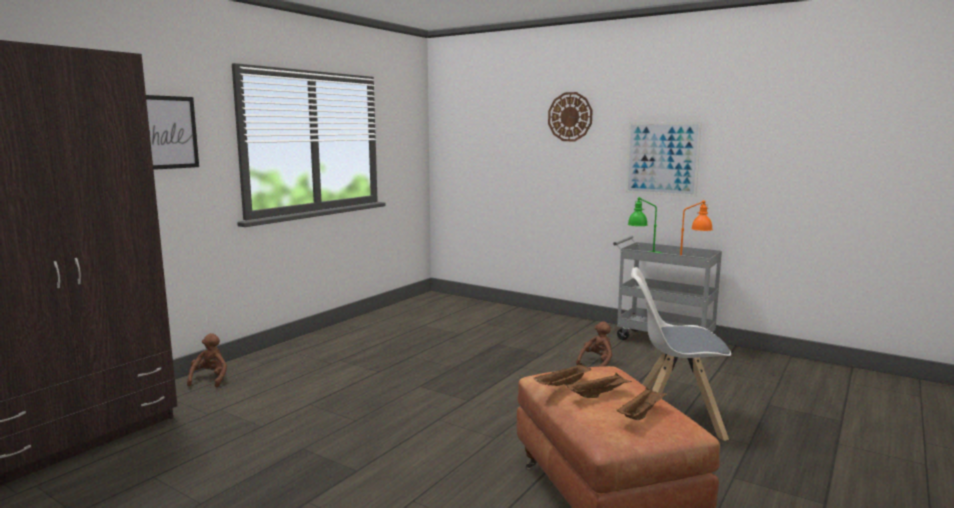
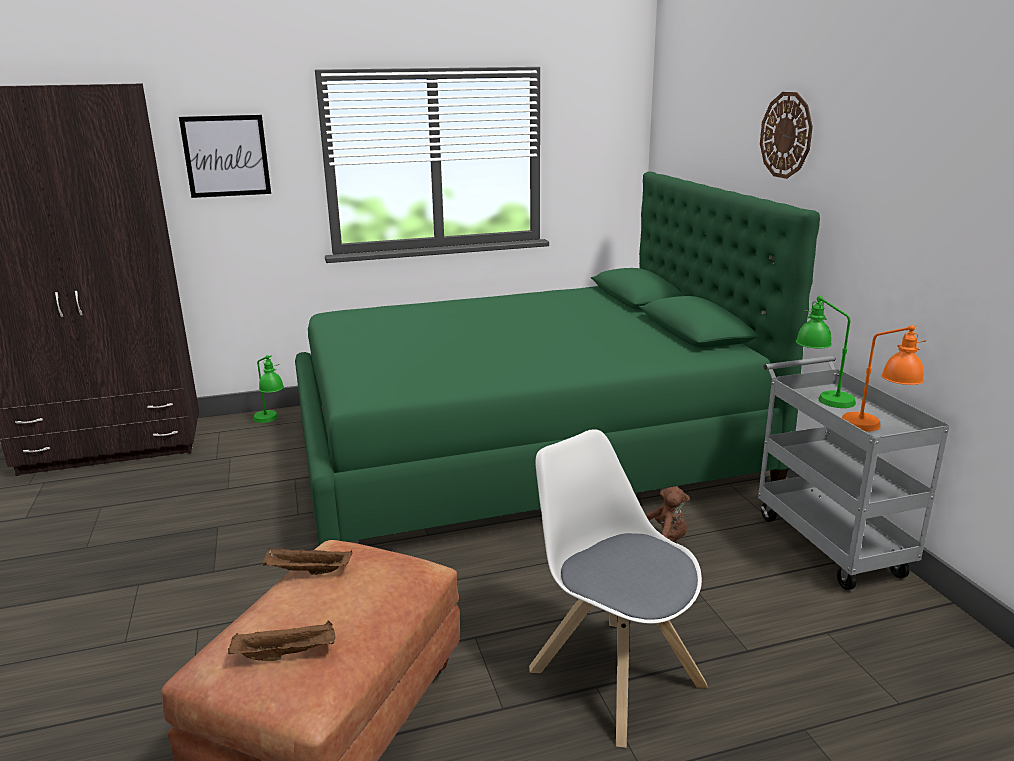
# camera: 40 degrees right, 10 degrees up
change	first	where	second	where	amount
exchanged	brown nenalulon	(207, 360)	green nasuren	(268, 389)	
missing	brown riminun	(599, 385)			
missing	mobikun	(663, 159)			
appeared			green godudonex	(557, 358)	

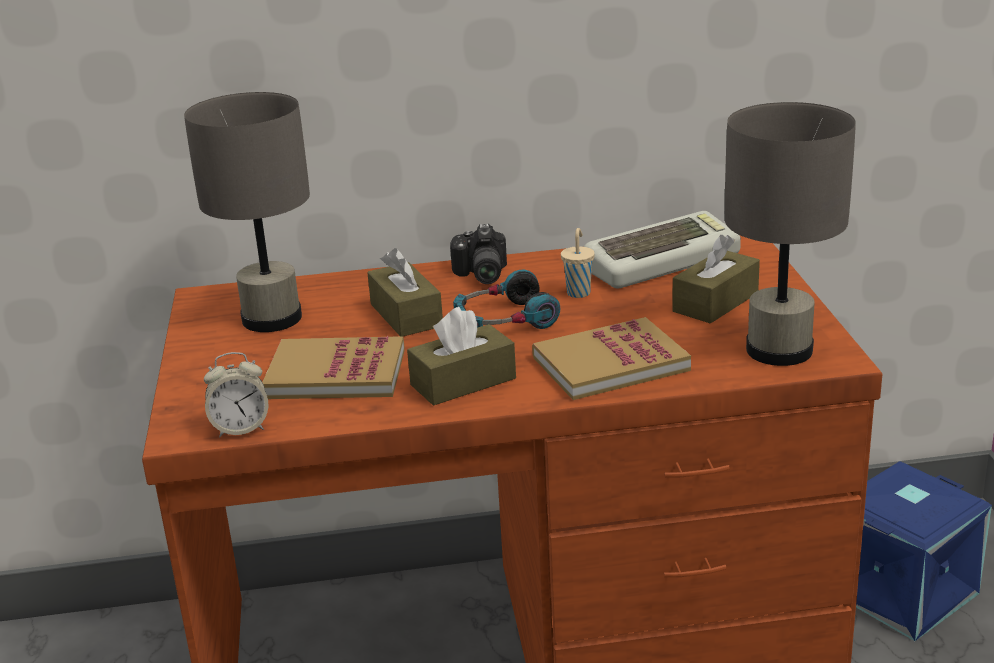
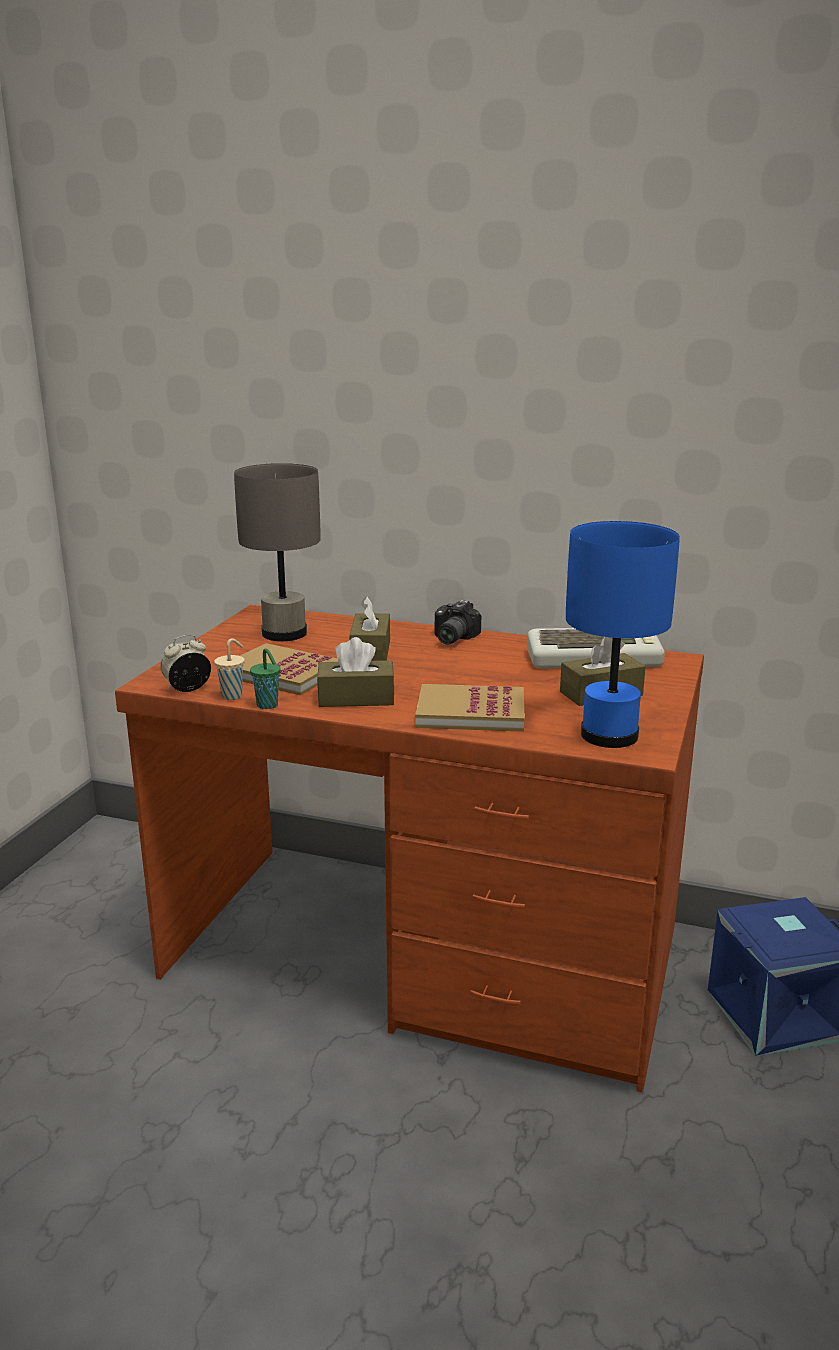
# camera: 25 degrees right, 5 degrees down
change	first	where	second	where	amount
spun	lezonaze	(236, 394)		(185, 663)	135 degrees clockwise
missing	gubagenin	(506, 299)			
relocated	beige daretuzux	(578, 263)		(229, 669)	
colour	grey nasuren	(790, 234)	blue nasuren	(623, 634)	
appeared			green daretuzux	(265, 678)	

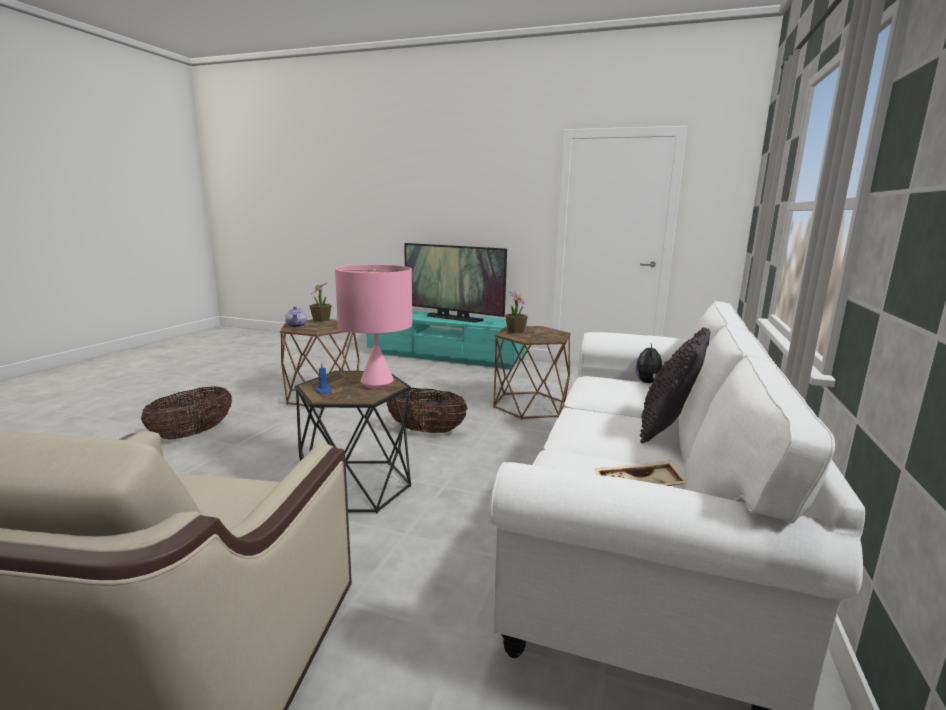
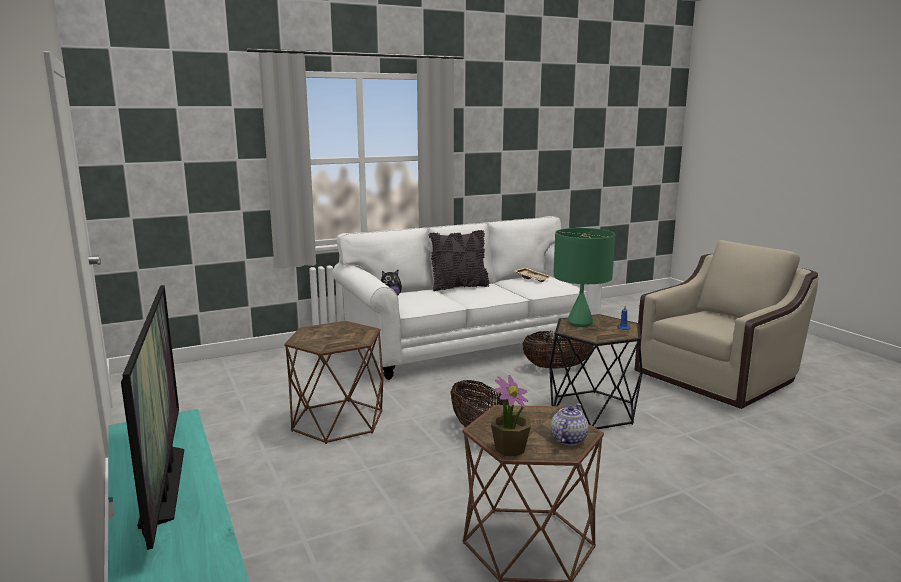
# camera: 135 degrees left, 0 degrees up
change	first	where	second	where	amount
relocated	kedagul	(186, 413)		(558, 350)	
colour	pink nasuren	(373, 327)	green nasuren	(584, 277)	
missing	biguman	(516, 312)			

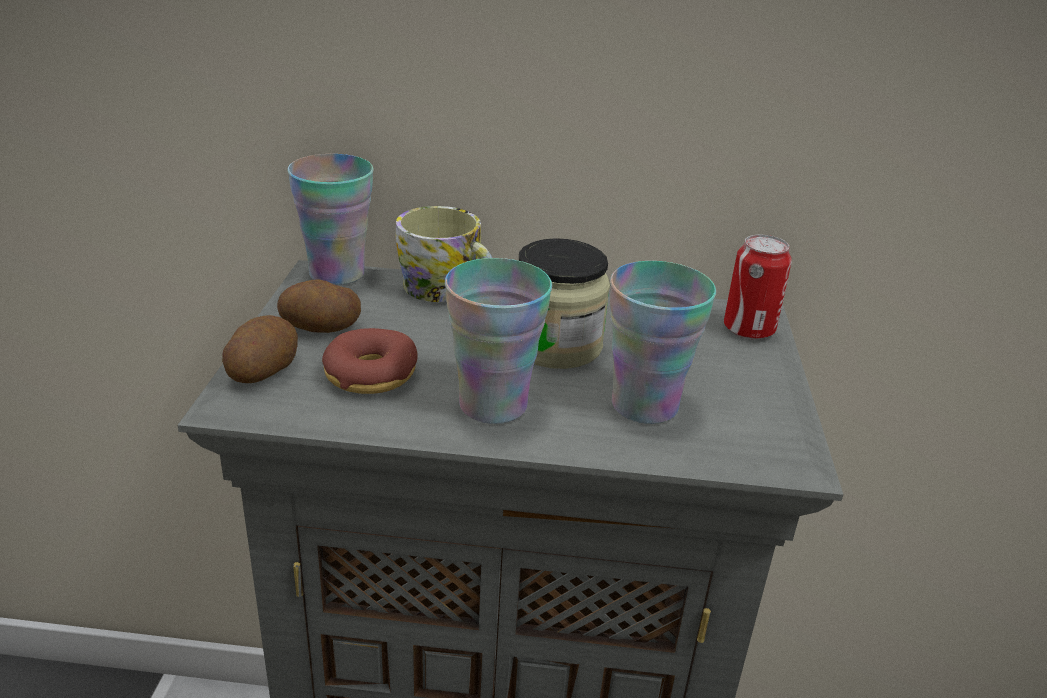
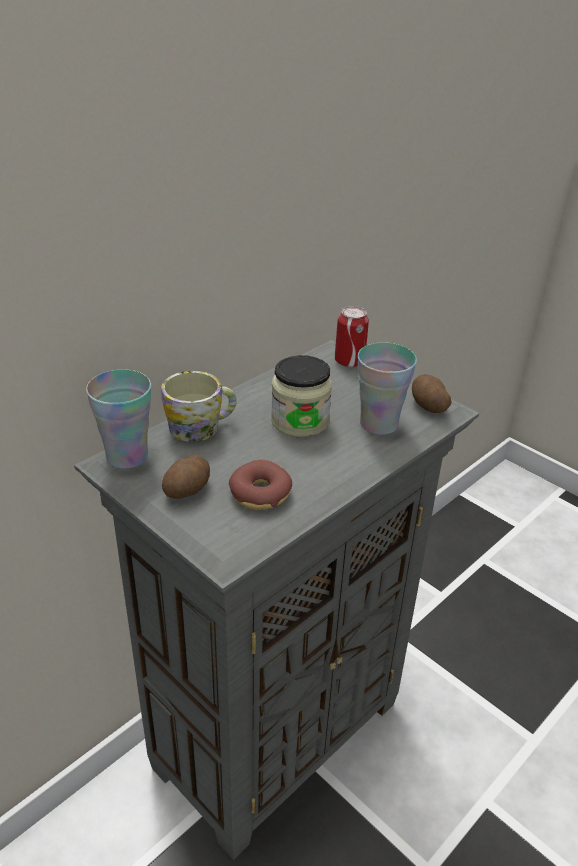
# camera: 50 degrees left, 5 degrees up
change	first	where	second	where	amount
relocated	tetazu	(260, 349)		(432, 393)	
missing	daretuzux	(498, 341)			

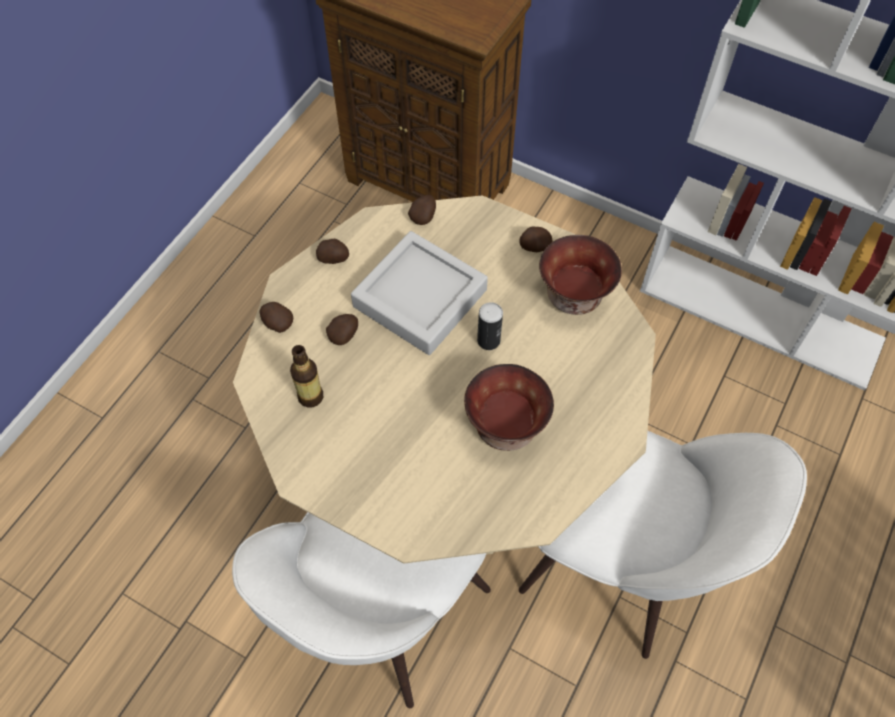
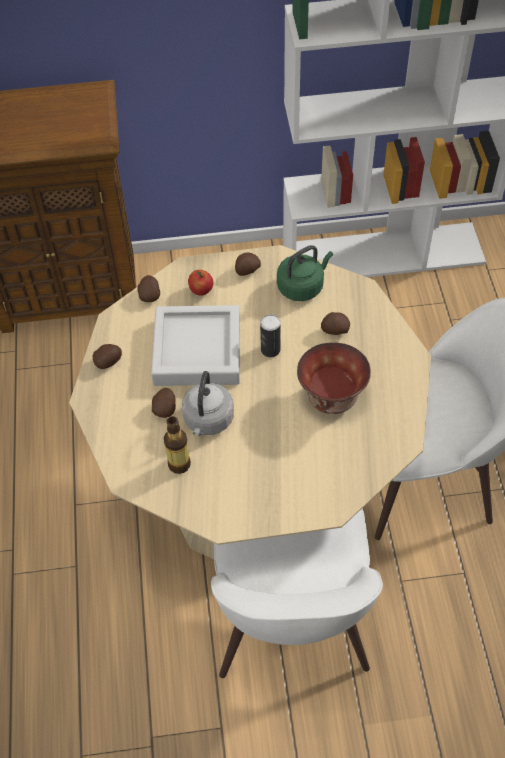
# camera: 35 degrees left, 5 degrees down
change	first	where	second	where	amount
relocated	tetazu	(276, 317)		(335, 323)	
exchanged	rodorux	(580, 275)	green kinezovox	(305, 273)	
appeared			grey kinezovox	(208, 403)	
appeared			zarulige	(200, 283)	

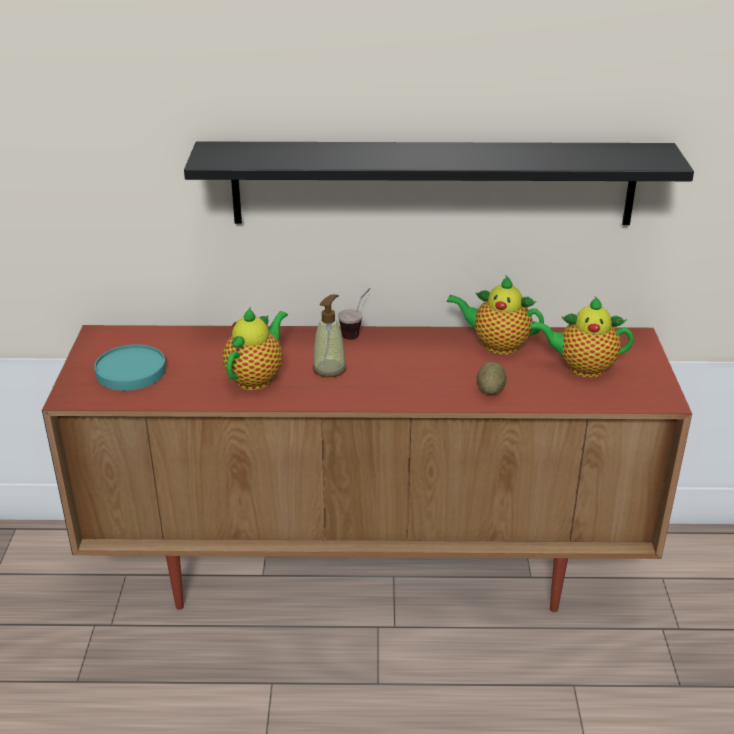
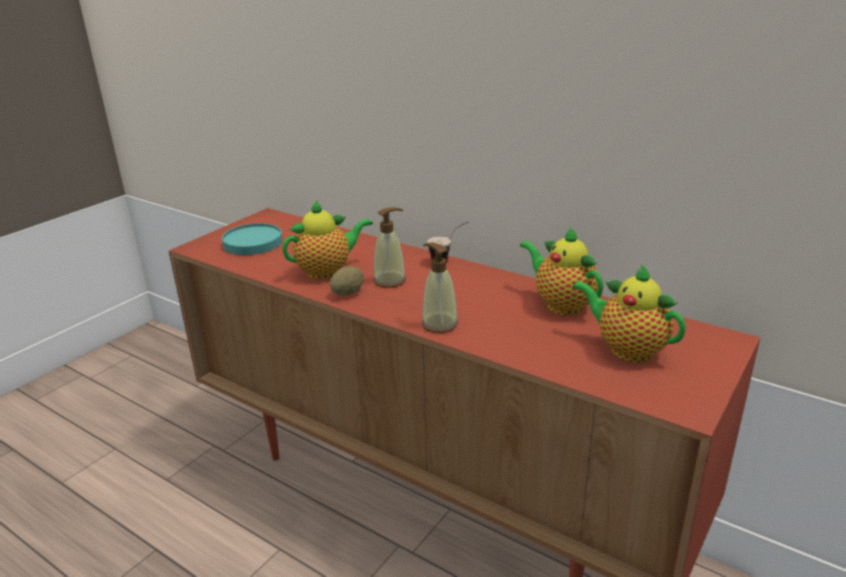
# camera: 35 degrees right, 5 degrees down
change	first	where	second	where	amount
missing	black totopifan	(439, 183)			
relocated	tetazu	(492, 378)		(347, 280)	
appeared			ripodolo	(440, 287)	

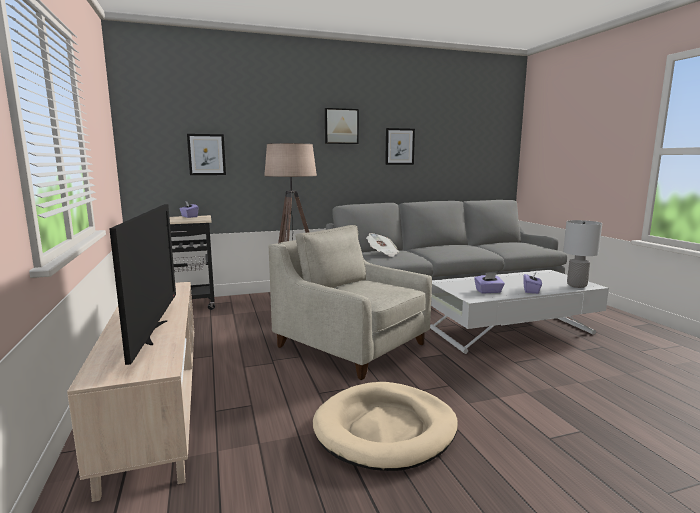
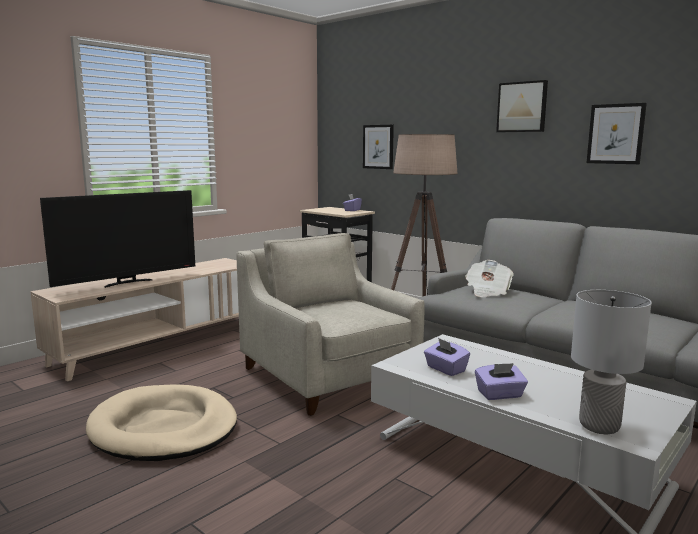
# camera: 60 degrees right, 0 degrees up
change	first	where	second	where	amount
spun	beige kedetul	(350, 302)		(331, 324)	45 degrees counterclockwise

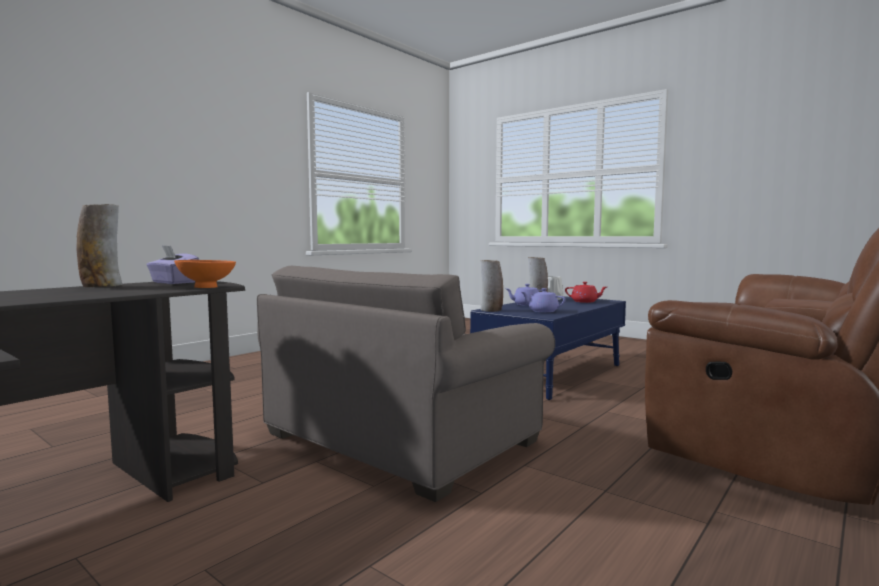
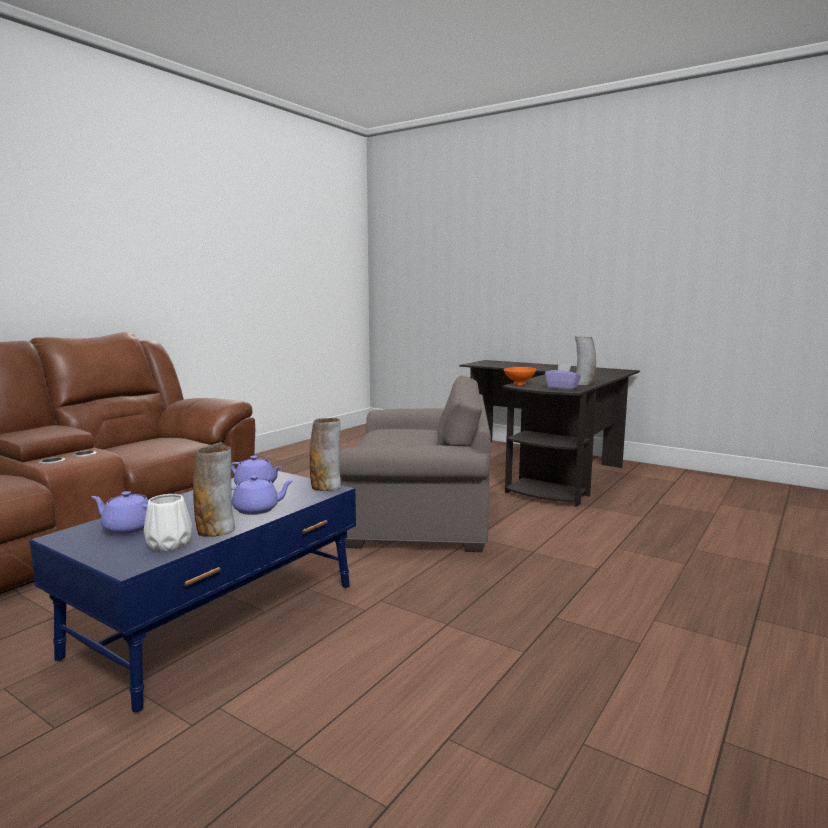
# camera: 175 degrees right, 5 degrees up
change	first	where	second	where	amount
spun	grey kedetul	(406, 384)		(415, 464)	60 degrees clockwise
colour	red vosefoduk	(586, 292)	purple vosefoduk	(119, 513)	

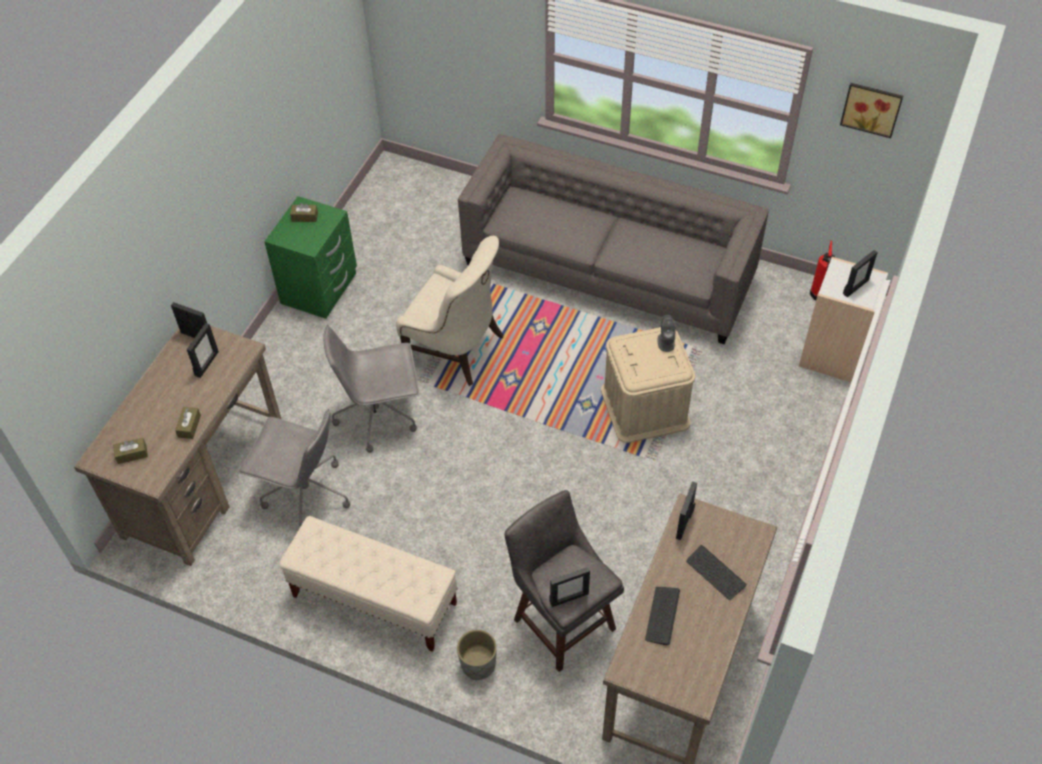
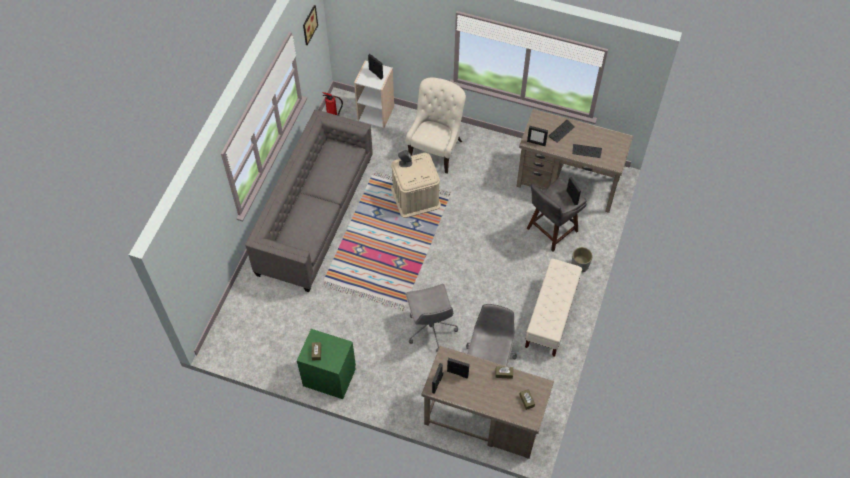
# camera: 95 degrees left, 5 degrees up
change	first	where	second	where	amount
relocated	beige kedetul	(449, 311)		(436, 126)	

